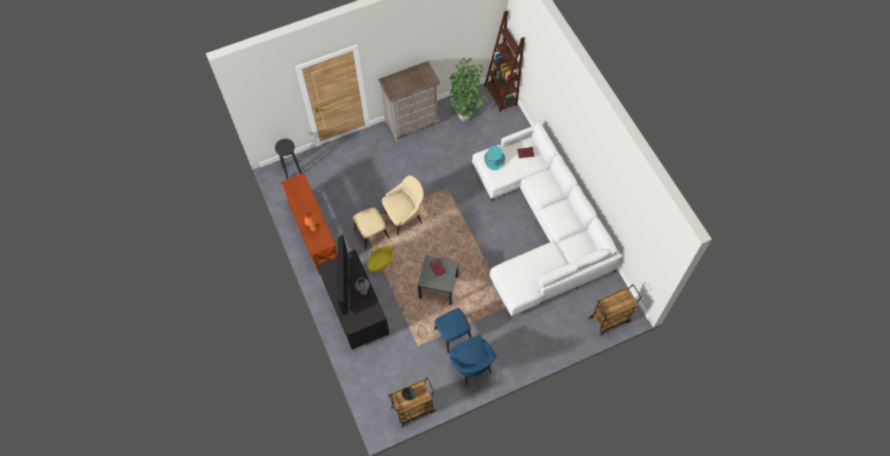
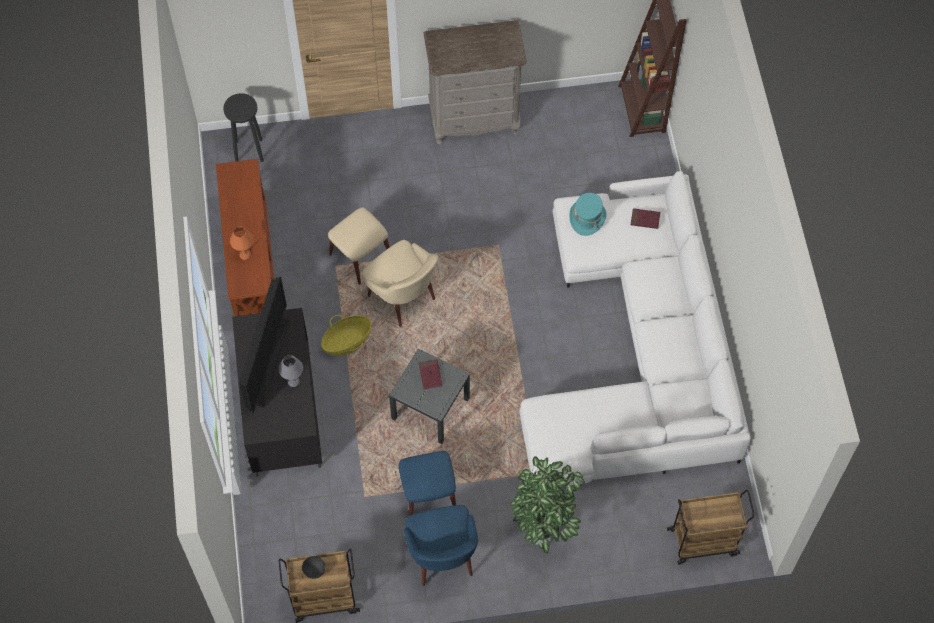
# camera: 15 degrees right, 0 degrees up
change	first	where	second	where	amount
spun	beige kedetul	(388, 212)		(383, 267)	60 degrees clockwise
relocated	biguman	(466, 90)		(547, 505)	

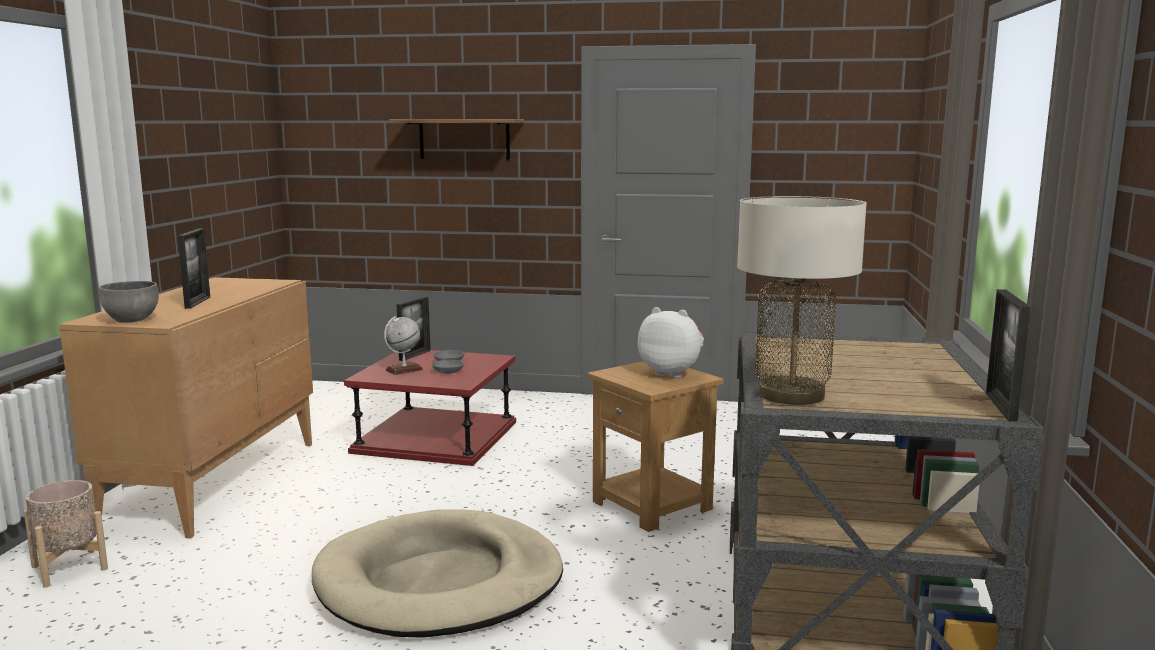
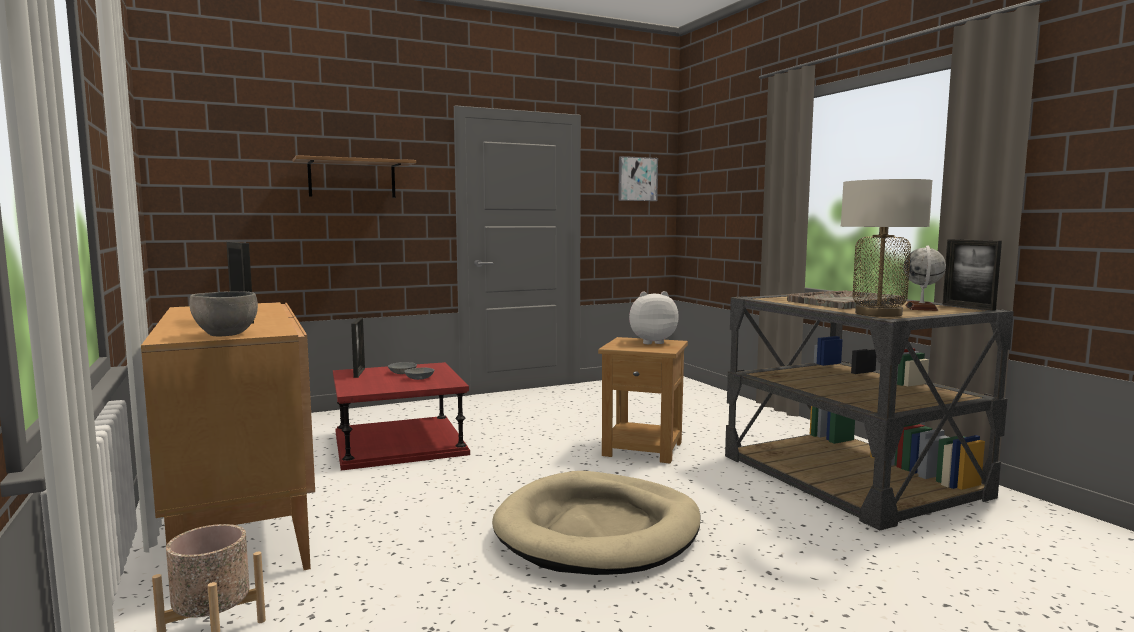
# camera: 35 degrees left, 5 degrees down
change	first	where	second	where	amount
relocated	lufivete	(403, 345)		(925, 278)	
appeared			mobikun	(638, 178)	
appeared			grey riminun	(846, 299)	

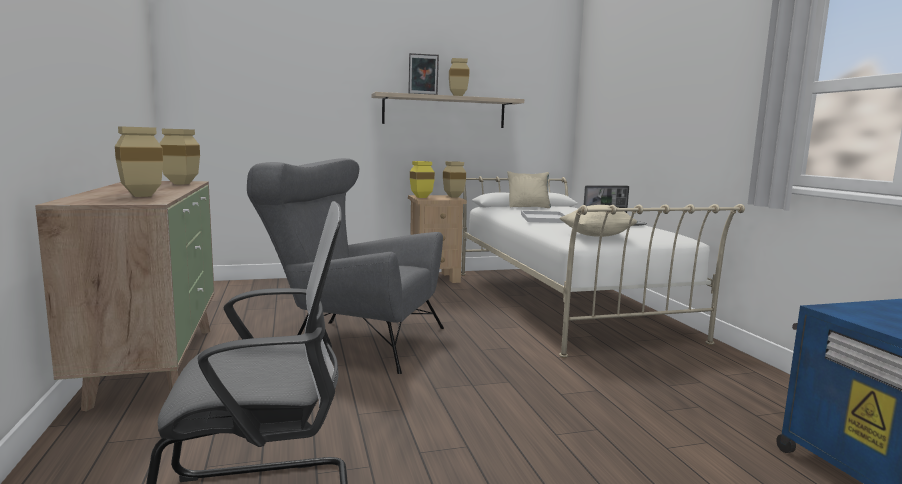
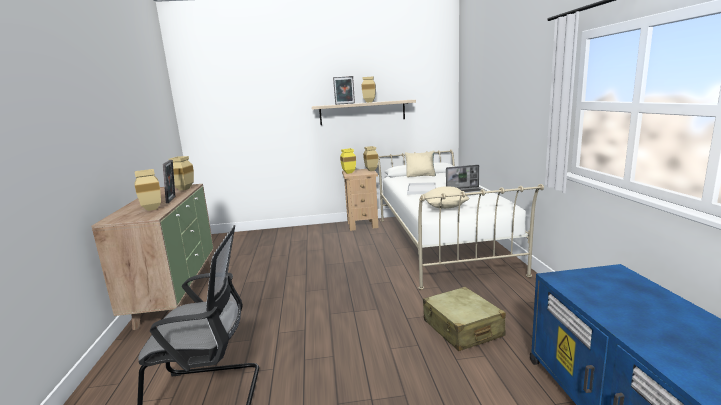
# camera: 10 degrees right, 5 degrees up
change	first	where	second	where	amount
missing	grey kedetul	(345, 266)			
appeared			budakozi	(169, 181)	
appeared			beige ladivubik	(464, 319)	

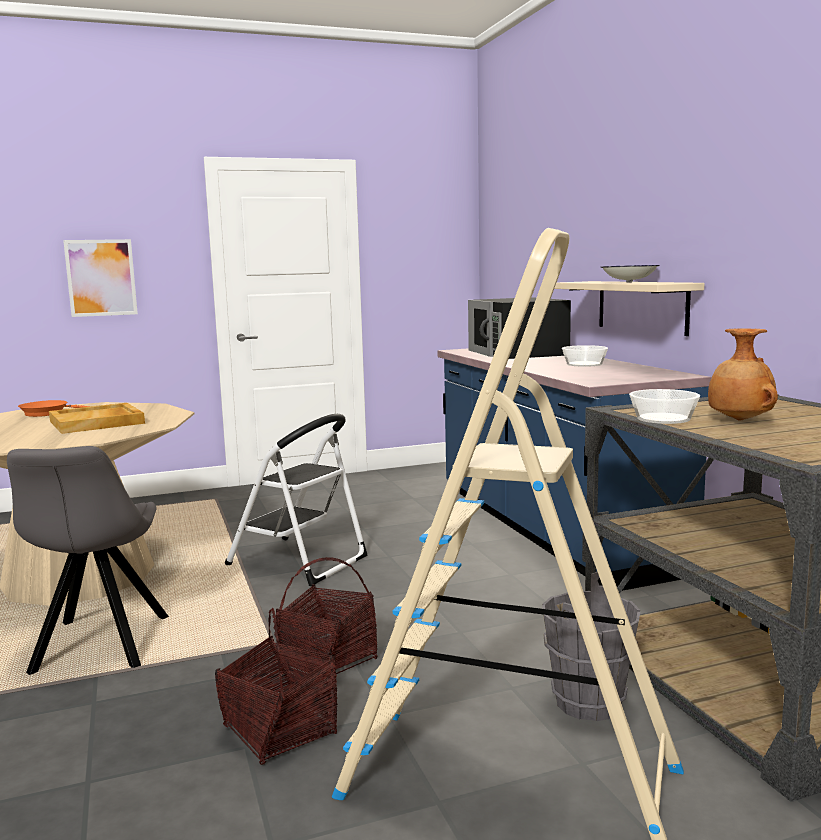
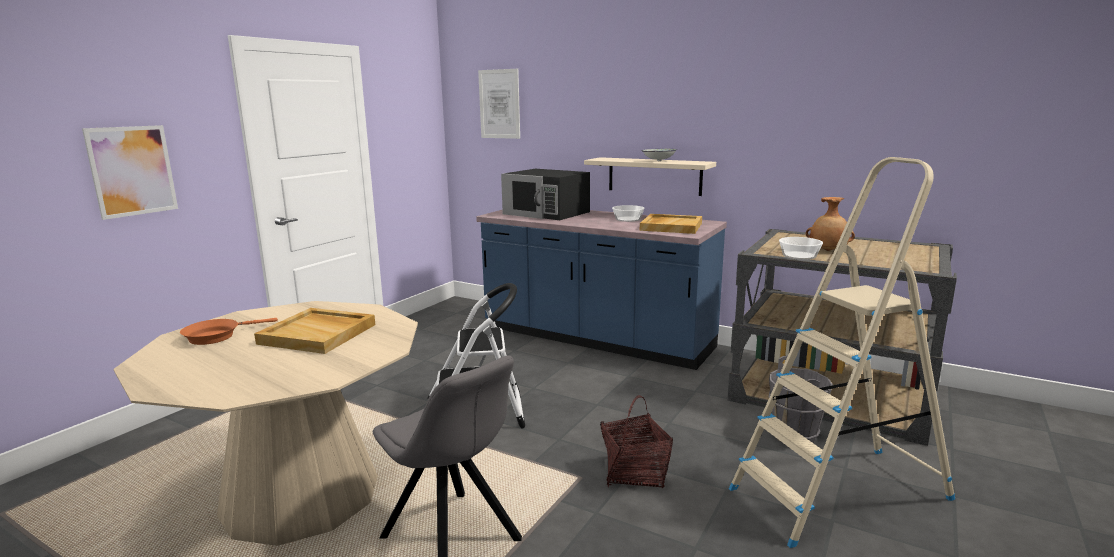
# camera: 40 degrees left, 5 degrees up
change	first	where	second	where	amount
missing	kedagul	(276, 686)			
appeared			mobikun	(499, 104)	
appeared			beige riminun	(671, 224)	

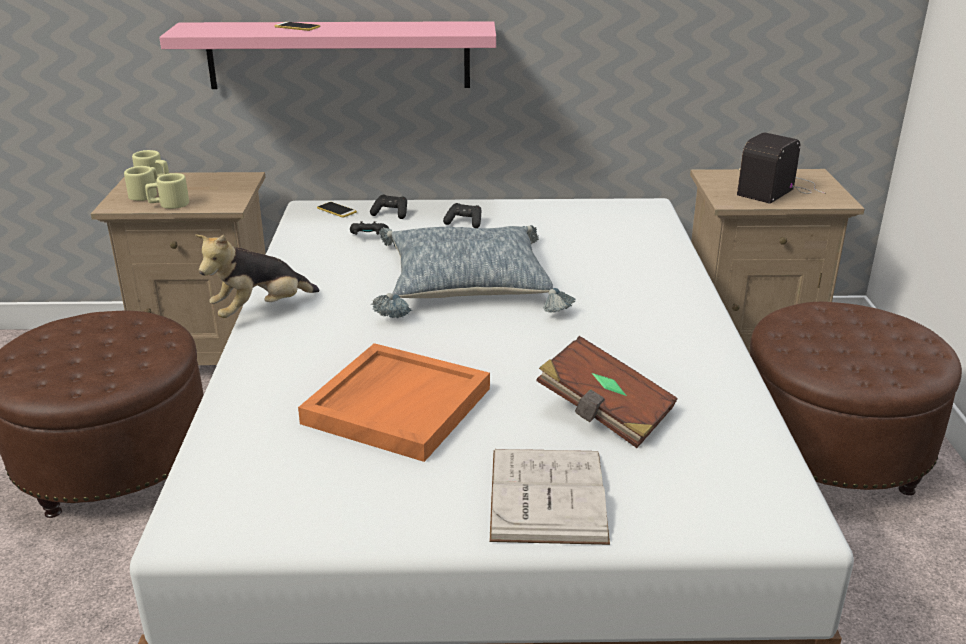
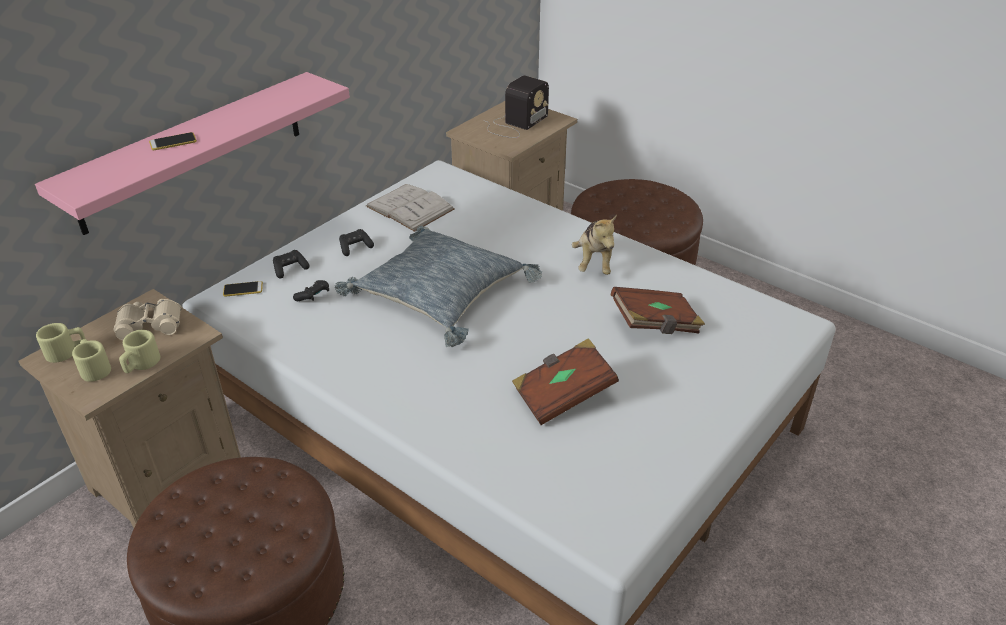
# camera: 50 degrees left, 10 degrees up
change	first	where	second	where	amount
relocated	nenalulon	(257, 276)		(594, 245)	
exchanged	orange riminun	(394, 402)	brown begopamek	(565, 381)	
relocated	white begopamek	(550, 497)		(410, 208)	
spun	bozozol	(780, 168)		(516, 106)	135 degrees counterclockwise
appeared			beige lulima	(147, 319)	

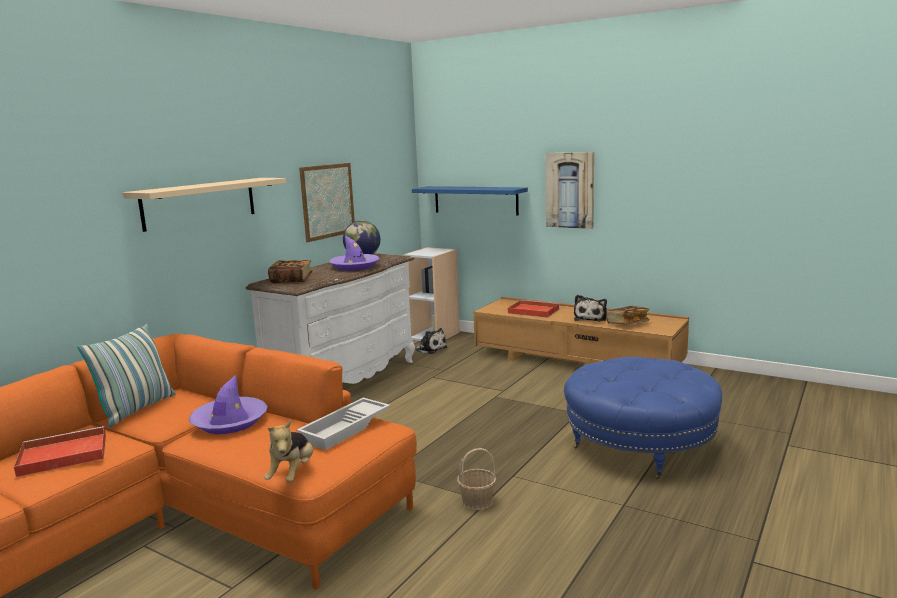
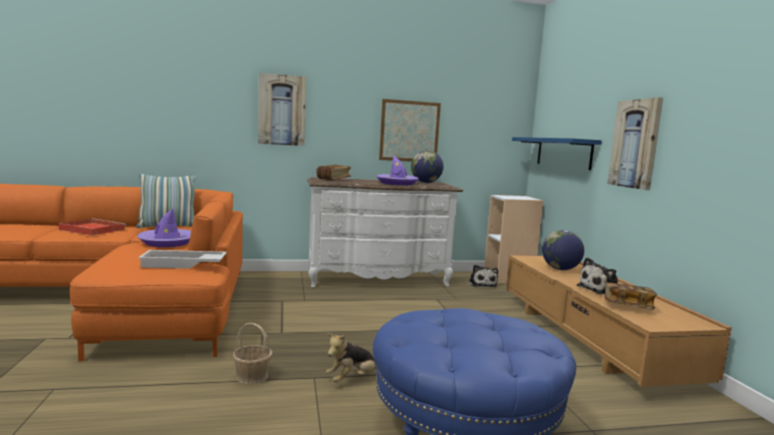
# camera: 45 degrees right, 5 degrees down
change	first	where	second	where	amount
exchanged	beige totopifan	(204, 205)	mobikun	(282, 109)	
relocated	nenalulon	(288, 451)		(351, 357)	
exchanged	red riminun	(534, 309)	lufivete	(563, 250)	

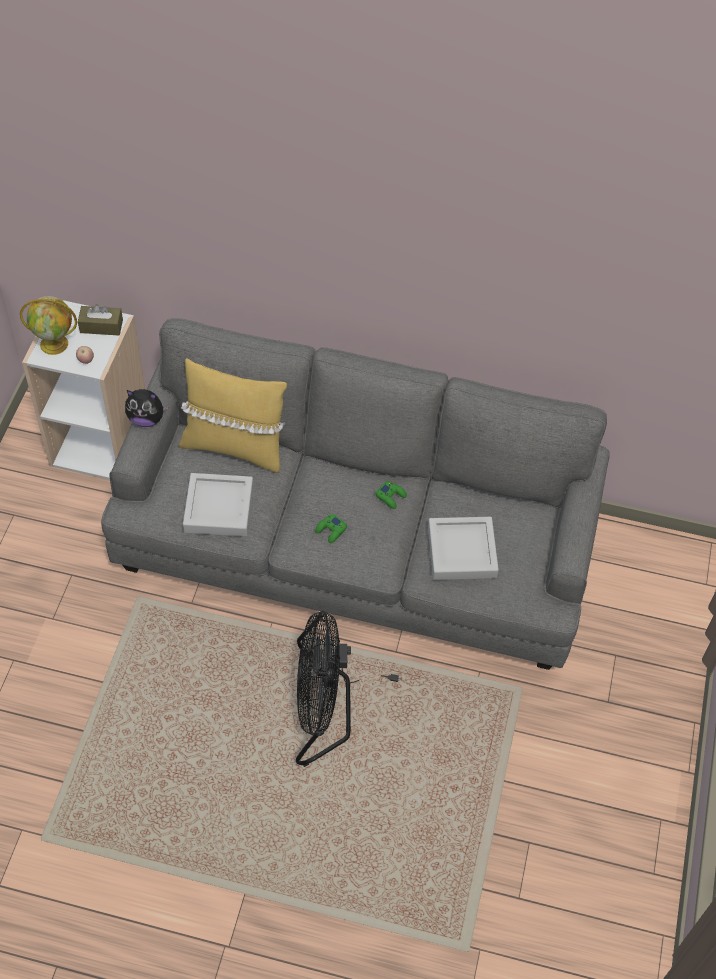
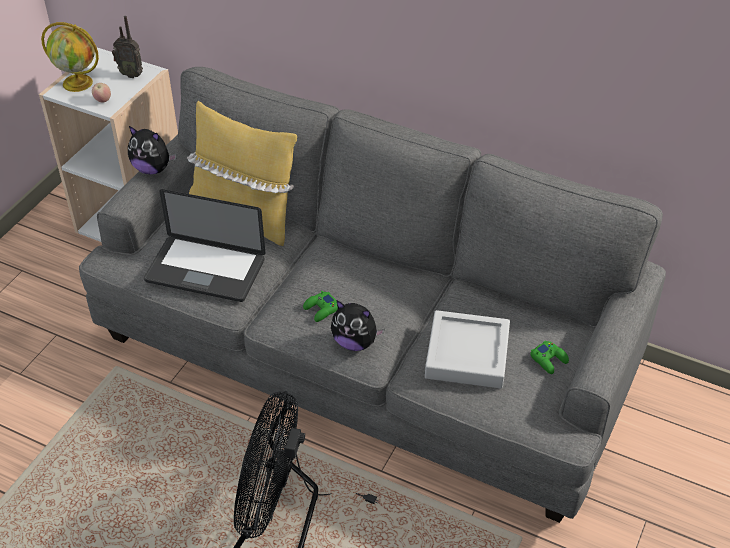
# camera: 15 degrees right, 10 degrees down
change	first	where	second	where	amount
exchanged	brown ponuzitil	(100, 319)	bozozol	(127, 47)	
exchanged	grey riminun	(218, 505)	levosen	(204, 245)	
relocated	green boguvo	(391, 495)		(550, 357)	
appeared			nenalulon	(357, 325)	

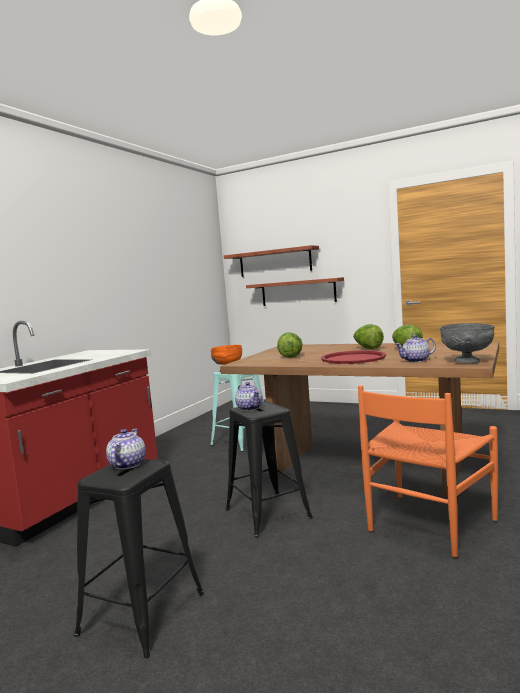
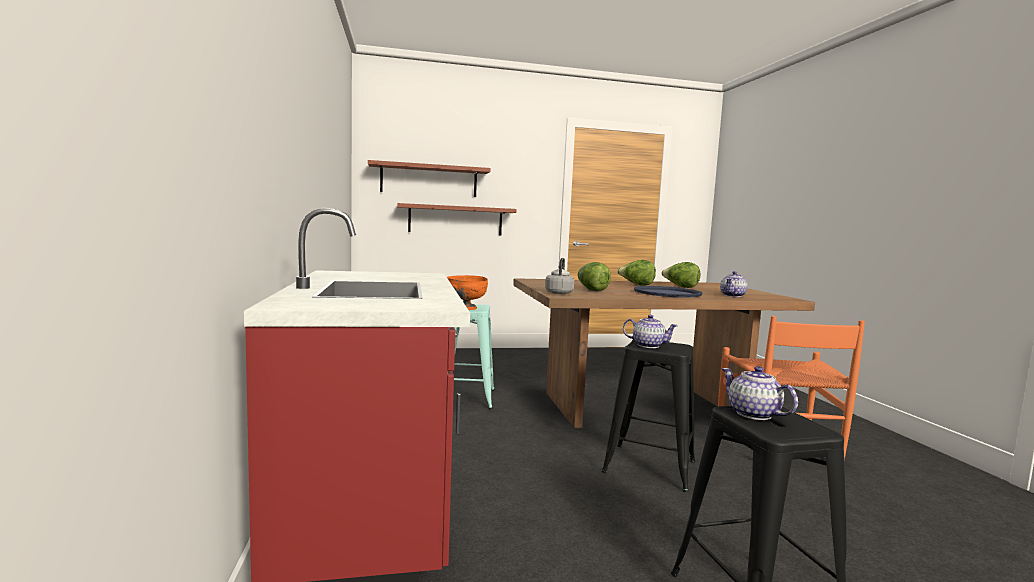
# camera: 40 degrees left, 0 degrees up
change	first	where	second	where	amount
colour	red riminun	(353, 357)	blue riminun	(668, 292)	
missing	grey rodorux	(467, 343)			
appeared			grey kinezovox	(559, 276)	

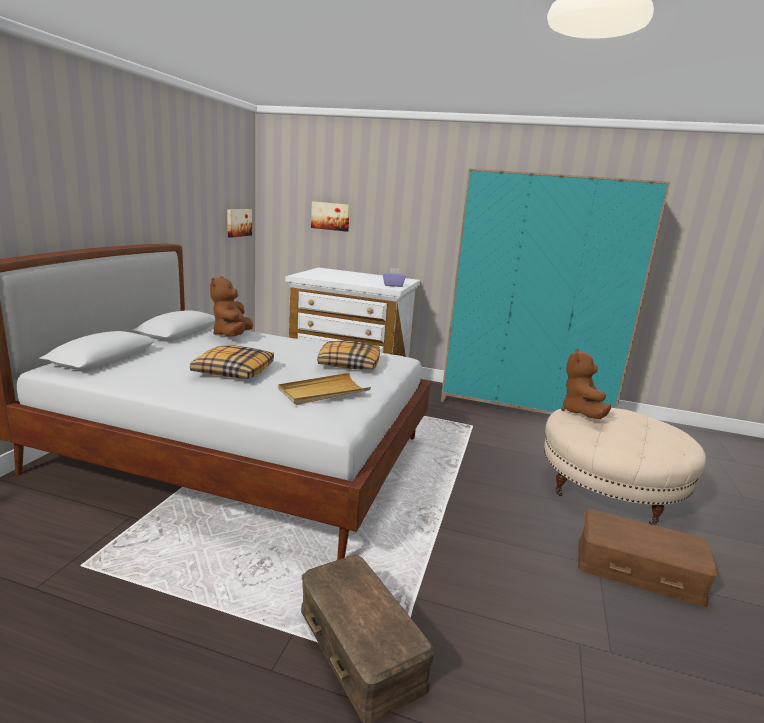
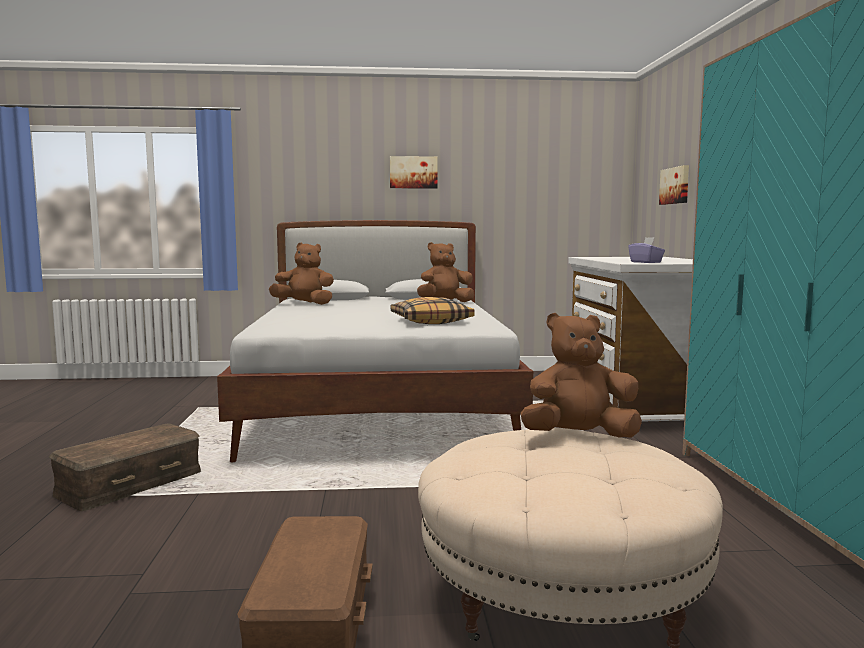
# camera: 70 degrees right, 10 degrees down
change	first	where	second	where	amount
missing	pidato	(232, 362)			
relocated	mobikun	(239, 223)		(413, 172)	
missing	beige riminun	(324, 389)			
appeared			brown nenalulon	(301, 274)	

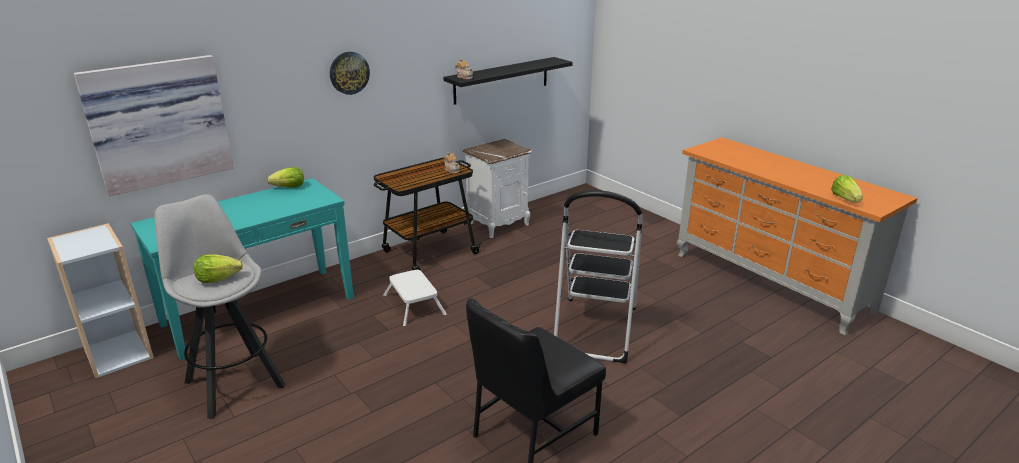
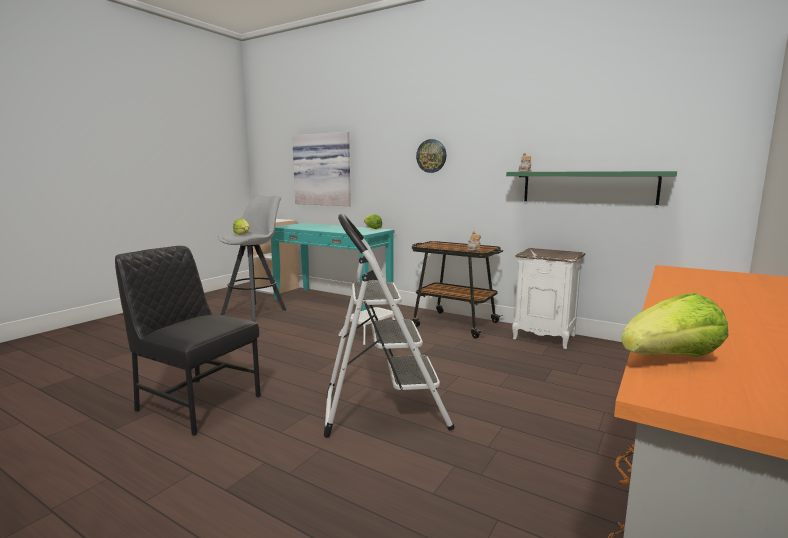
# camera: 70 degrees right, 15 degrees down
change	first	where	second	where	amount
colour	black totopifan	(508, 81)	green totopifan	(591, 188)	

